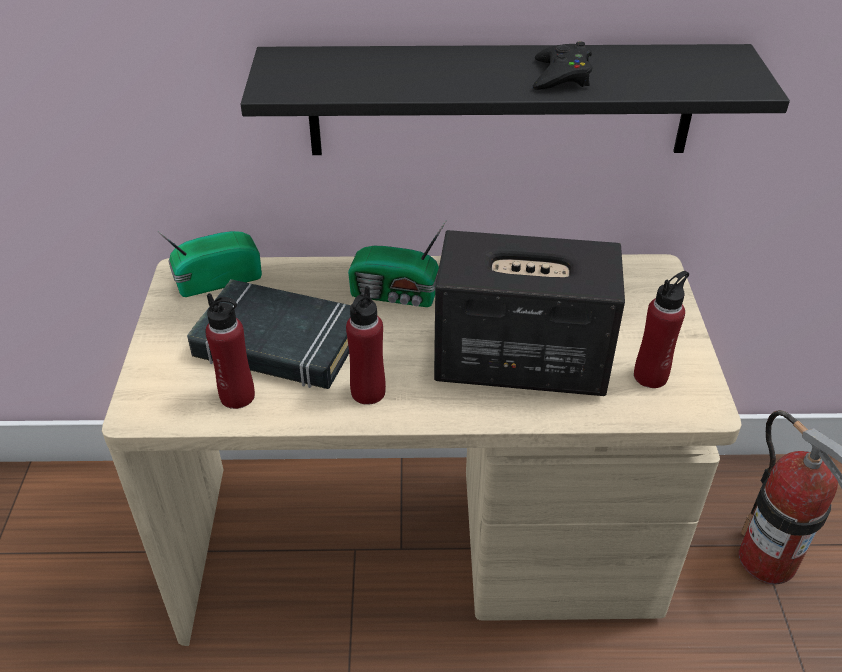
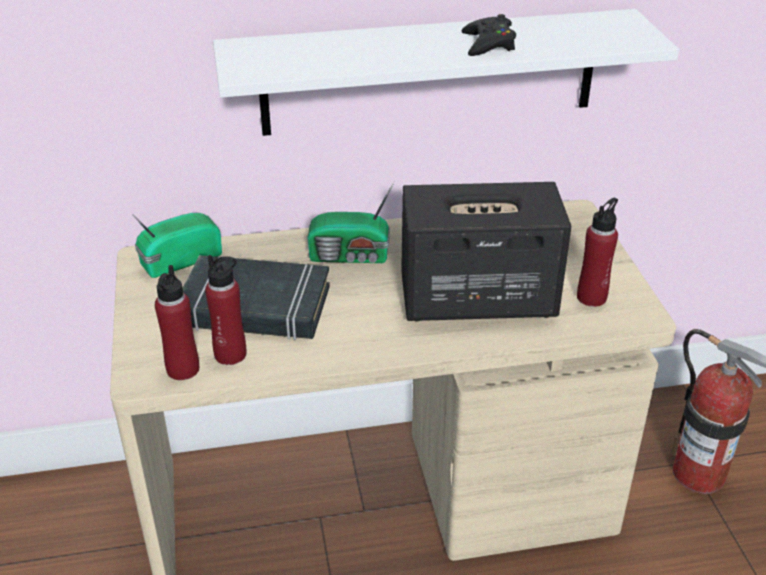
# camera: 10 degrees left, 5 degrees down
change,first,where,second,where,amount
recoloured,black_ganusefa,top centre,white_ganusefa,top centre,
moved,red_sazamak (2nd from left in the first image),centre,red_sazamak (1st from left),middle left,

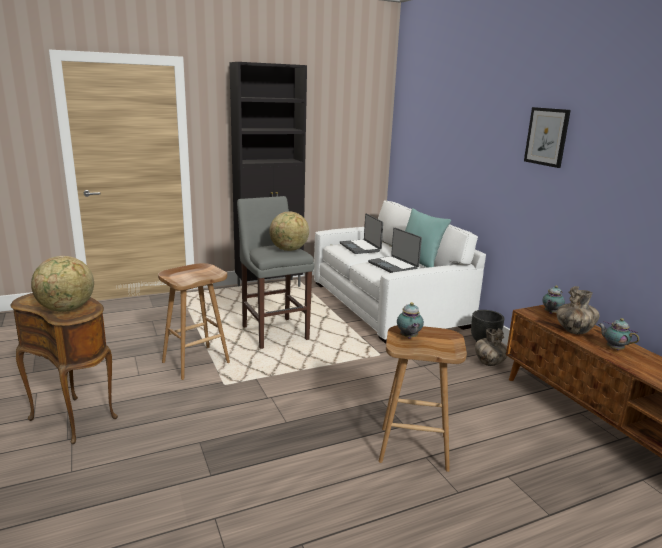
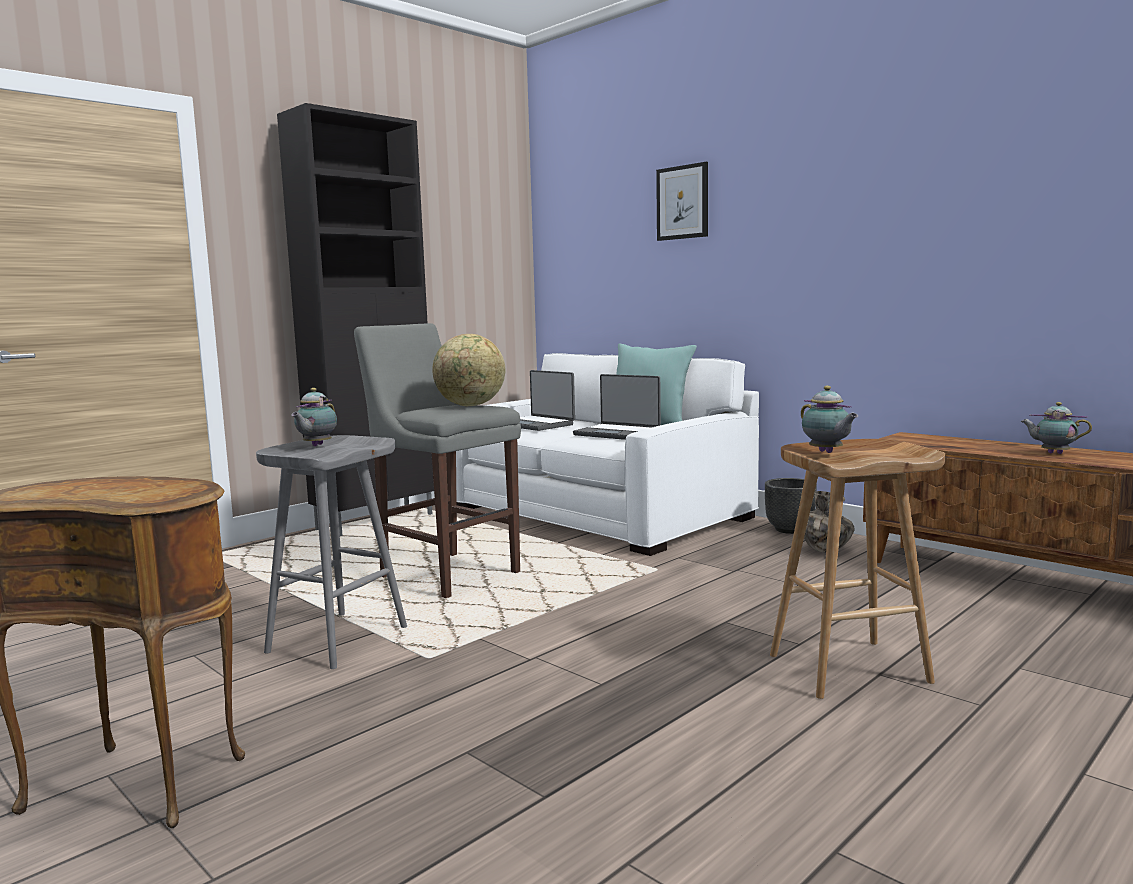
# camera: 20 degrees left, 10 degrees down
change,first,where,second,where,amount
moved,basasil,top right,,top centre,
removed,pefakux (1st from left),middle left,,,
recoloured,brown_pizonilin (1st from left),middle left,grey_pizonilin (1st from left),middle left,
moved,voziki (2nd from left in the first image),middle right,voziki (1st from left),middle left,
removed,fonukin (2nd from left),middle right,,,

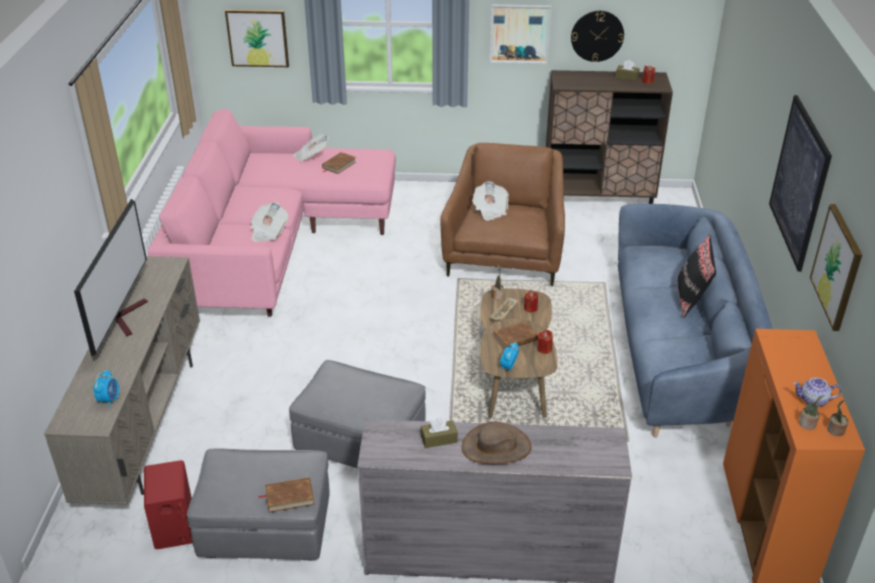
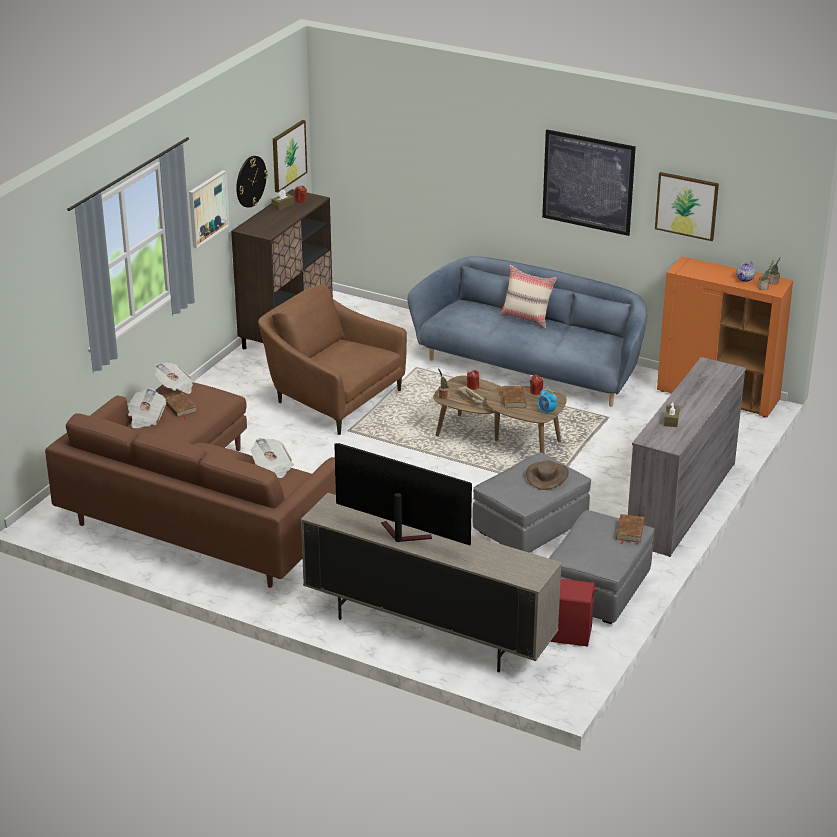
# camera: 65 degrees left, 5 degrees down
change,first,where,second,where,amount
moved,basasil (1st from left in the first image),top left,basasil (2nd from left),top centre,
recoloured,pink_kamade,middle left,brown_kamade,middle left,
moved,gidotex (3rd from left in the first image),centre,gidotex (2nd from left),middle left,
recoloured,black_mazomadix,middle right,beige_mazomadix,centre,
removed,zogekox (1st from left),bottom left,,,
moved,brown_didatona,bottom centre,,centre,

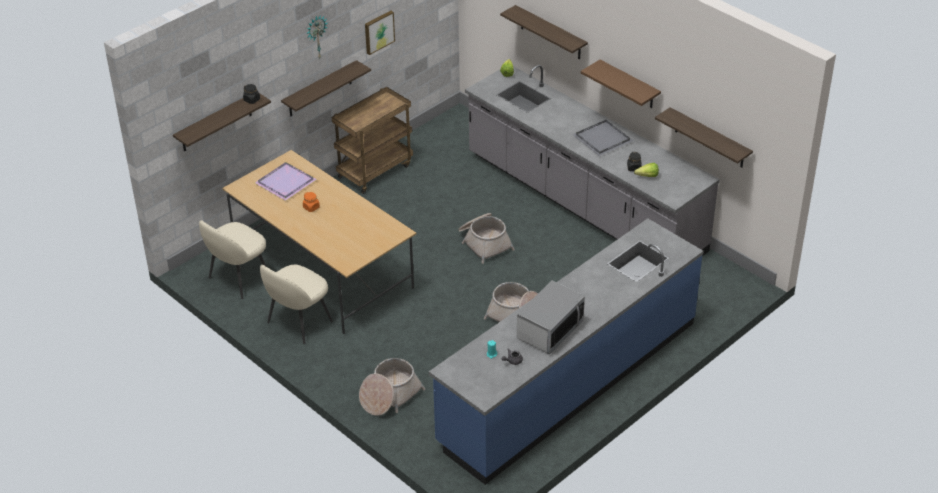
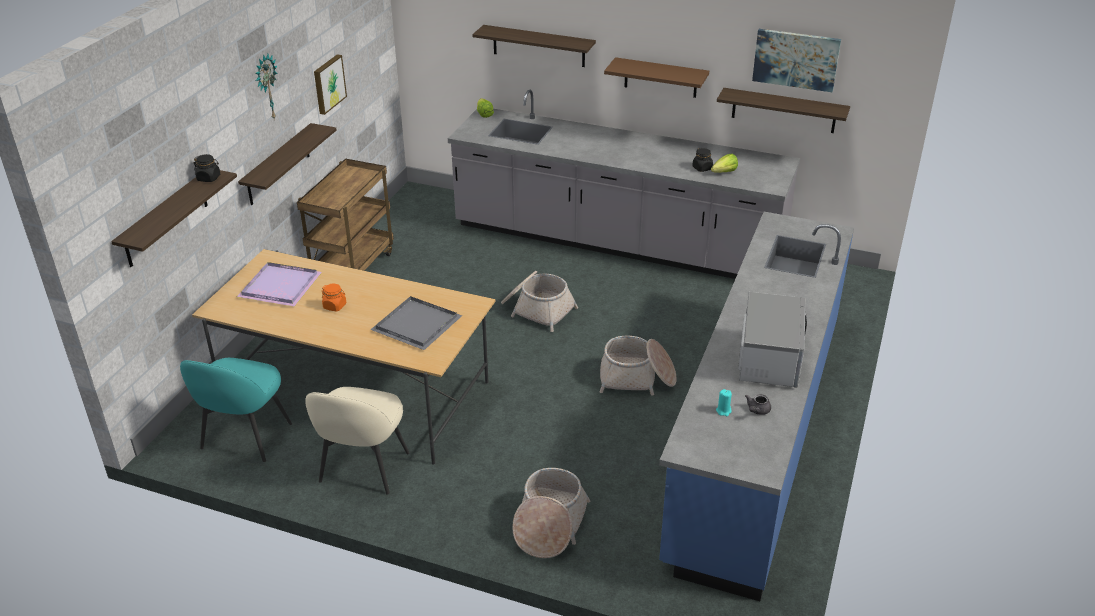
# camera: 25 degrees left, 5 degrees down
change,first,where,second,where,amount
moved,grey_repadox,top centre,,centre,
recoloured,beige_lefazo (1st from left),middle left,turquoise_lefazo,middle left,
added,,,basasil (2nd from left),top right,

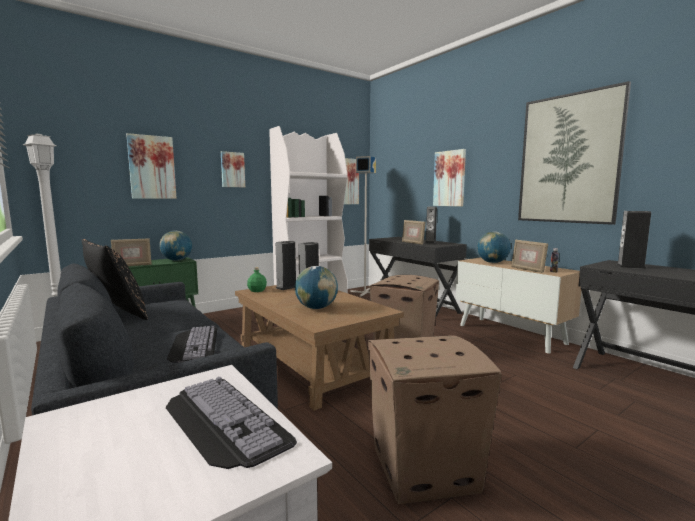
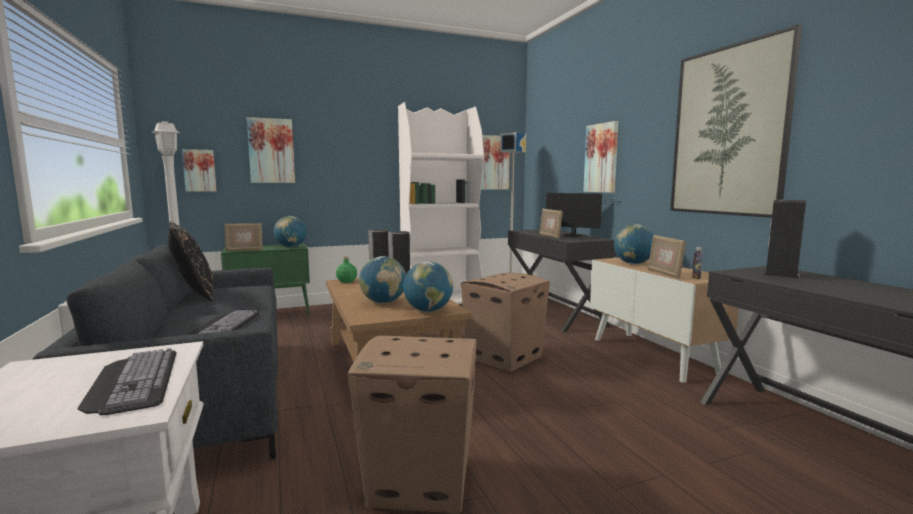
# camera: 15 degrees right, 0 degrees up
change,first,where,second,where,amount
moved,basasil (2nd from left in the first image),top centre,basasil (1st from left),top left,
replaced,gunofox (3rd from left),centre,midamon,centre,
added,,,pefakux (3rd from left),centre,

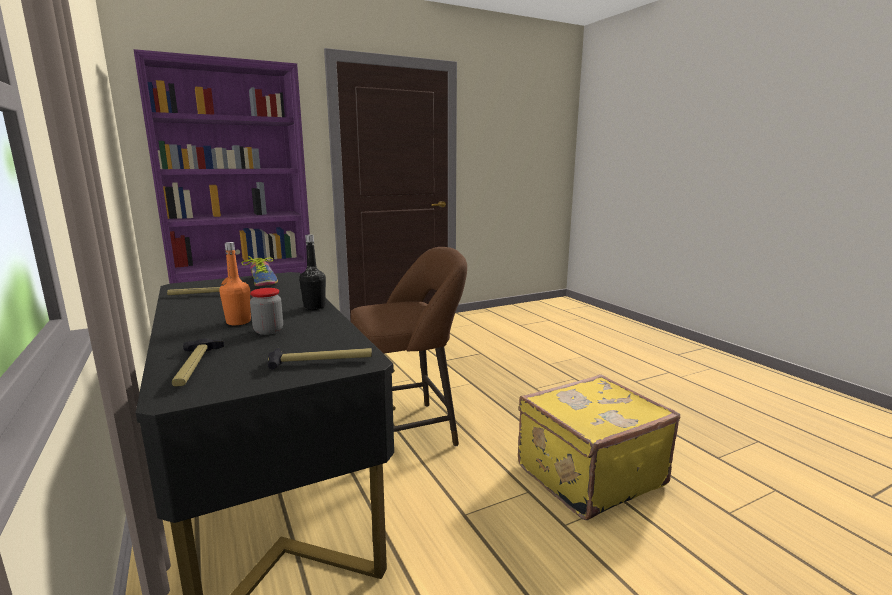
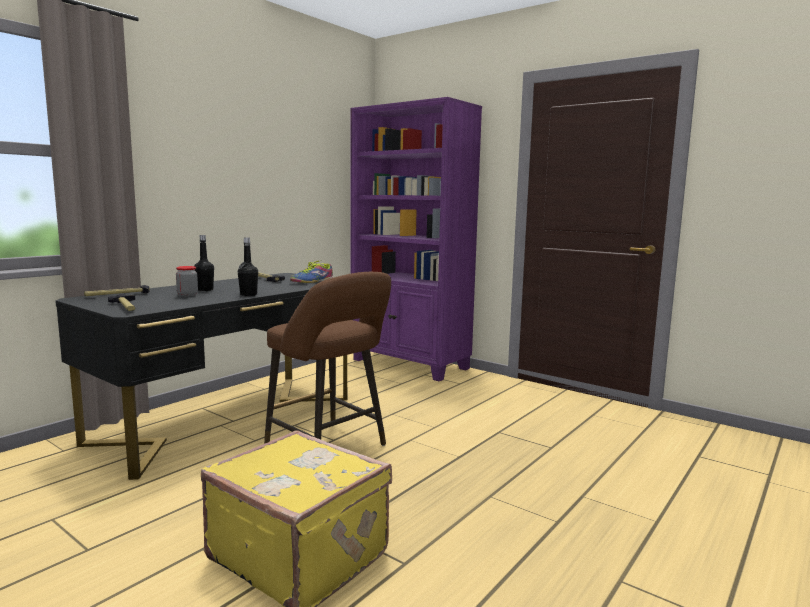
# camera: 65 degrees right, 5 degrees down
change,first,where,second,where,amount
recoloured,orange_sazamak,middle left,black_sazamak (1st from left),middle left,

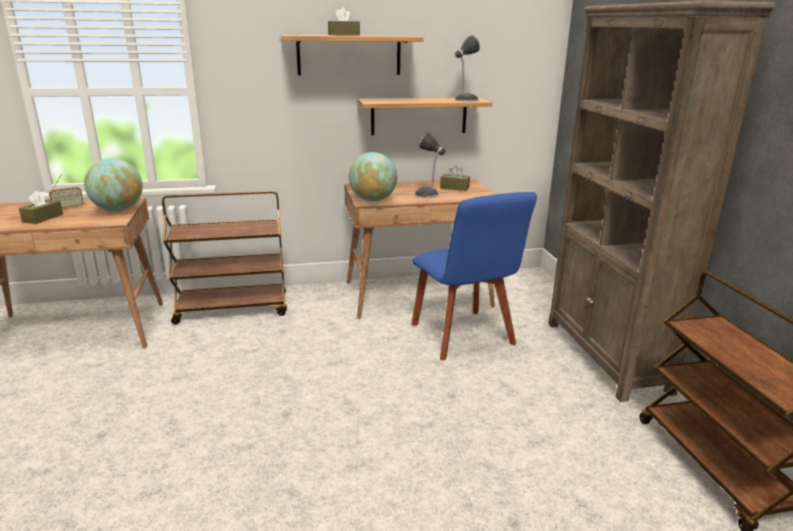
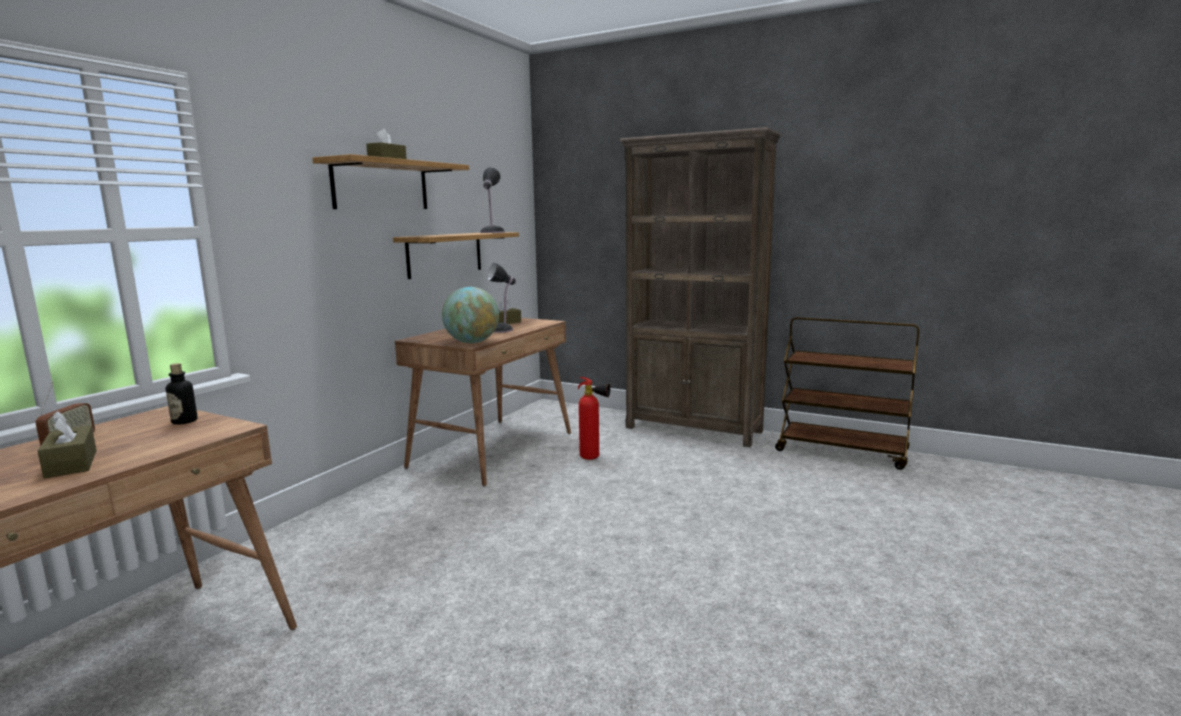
# camera: 50 degrees left, 10 degrees down
change,first,where,second,where,amount
replaced,pefakux (1st from left),middle left,sazamak,middle left,
removed,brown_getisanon (1st from left),middle left,,,
replaced,blue_lefazo,centre,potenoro,centre,

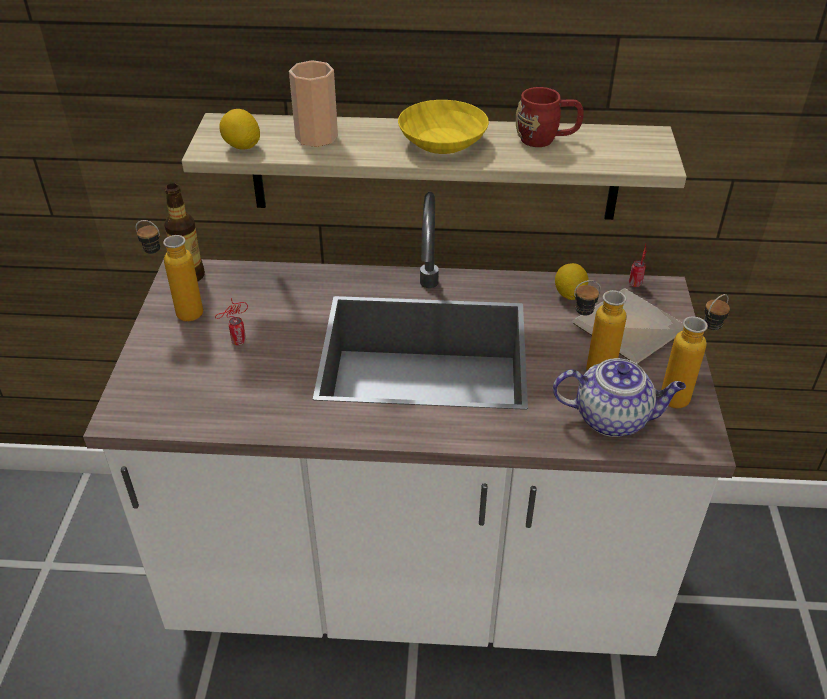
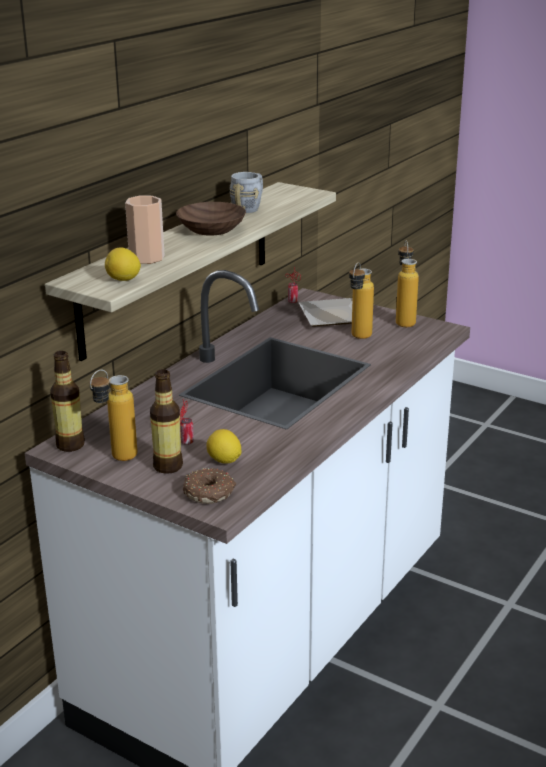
# camera: 60 degrees left, 15 degrees down
change,first,where,second,where,amount
recoloured,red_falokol,top centre,grey_falokol,top centre,
recoloured,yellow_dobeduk,top centre,brown_dobeduk,top centre,
moved,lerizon (2nd from left),middle right,,centre,
removed,voziki,middle right,,,
added,,,sazamak (3rd from left),middle left,
added,,,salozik,centre,

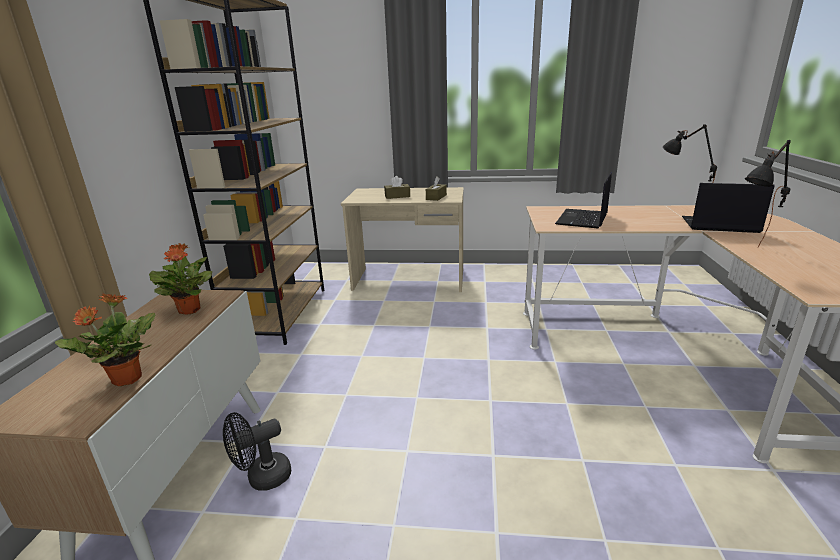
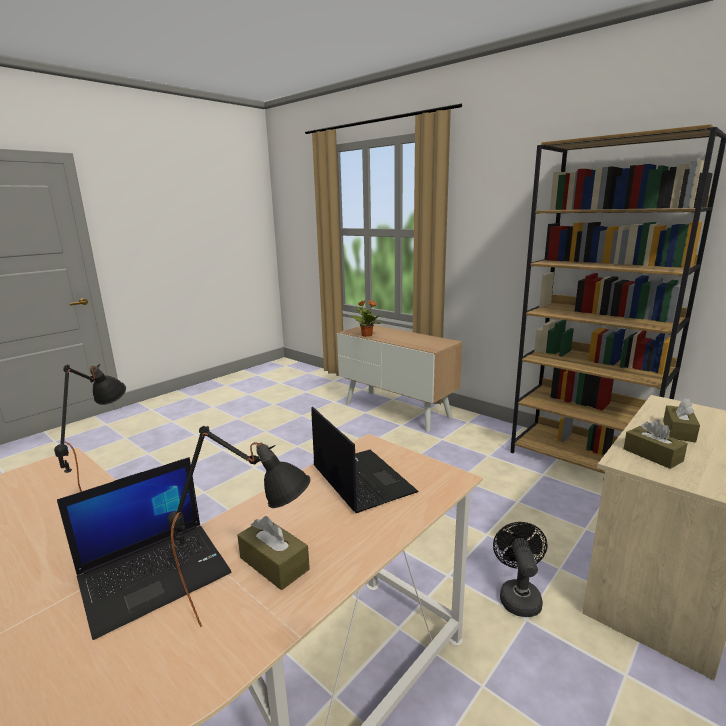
# camera: 125 degrees right, 5 degrees down
change,first,where,second,where,amount
removed,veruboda (2nd from left),middle left,,,
moved,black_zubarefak,bottom left,,bottom right,
added,,,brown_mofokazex (1st from left),bottom centre,

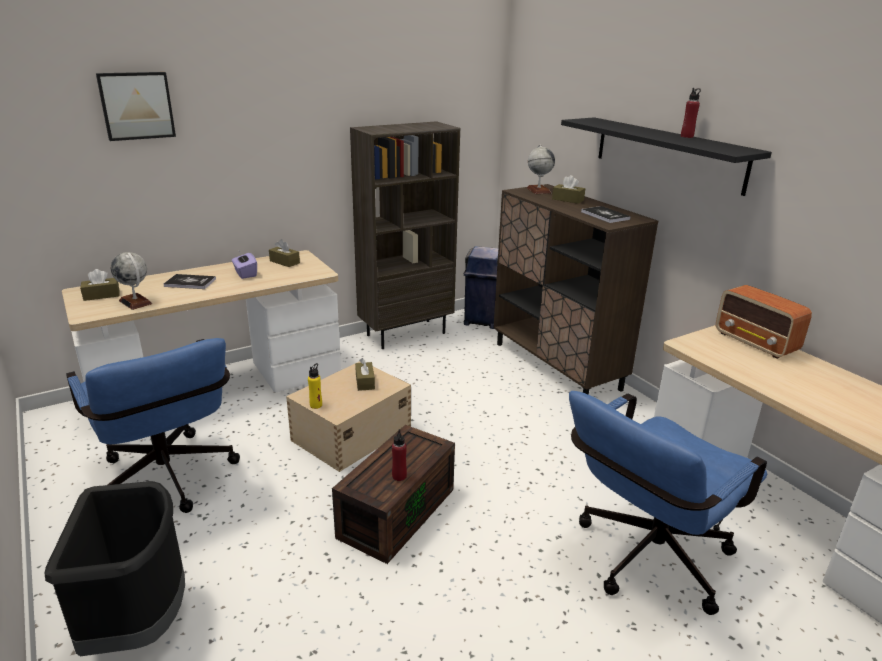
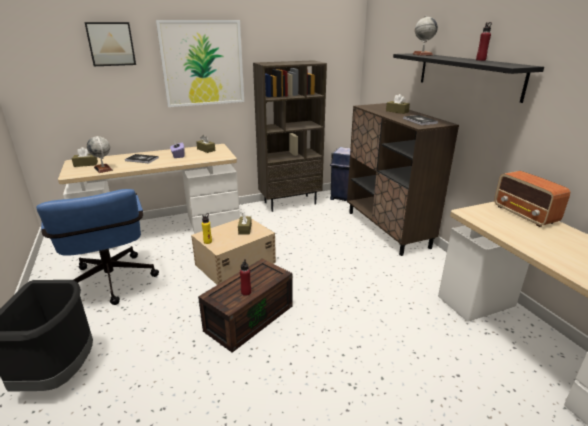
# camera: 10 degrees right, 0 degrees up
change,first,where,second,where,amount
moved,pefakux (2nd from left),top centre,,top right,
removed,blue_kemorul (2nd from left),bottom right,,,
added,,,basasil (2nd from left),top centre,

